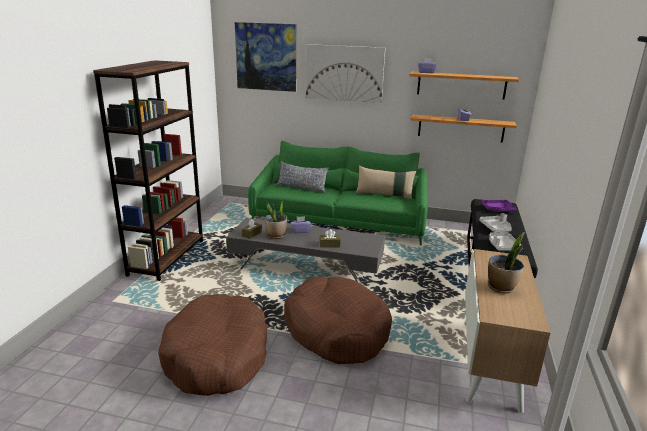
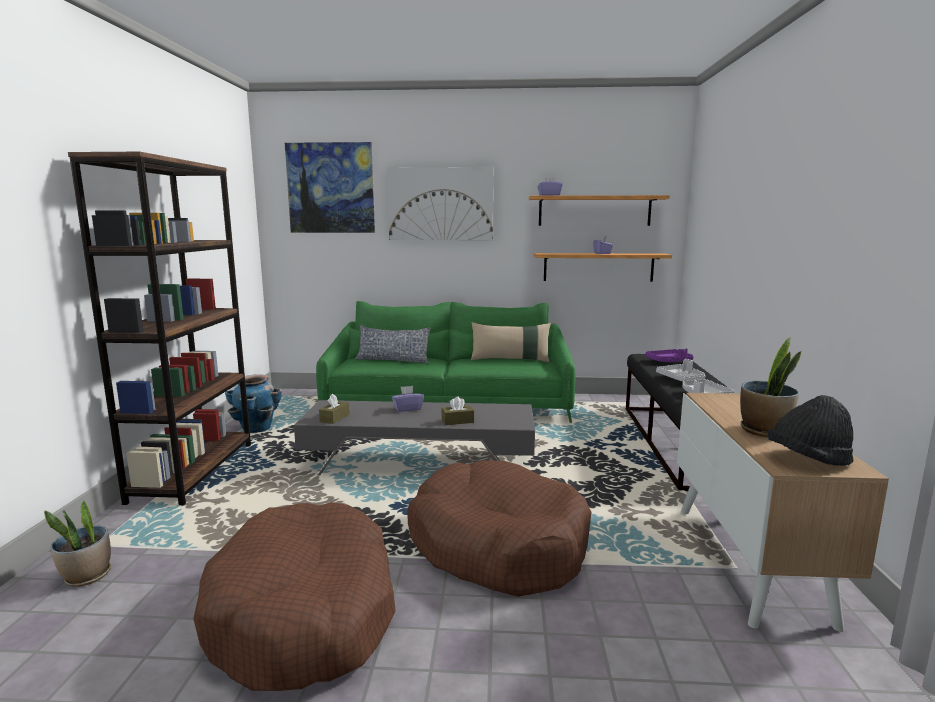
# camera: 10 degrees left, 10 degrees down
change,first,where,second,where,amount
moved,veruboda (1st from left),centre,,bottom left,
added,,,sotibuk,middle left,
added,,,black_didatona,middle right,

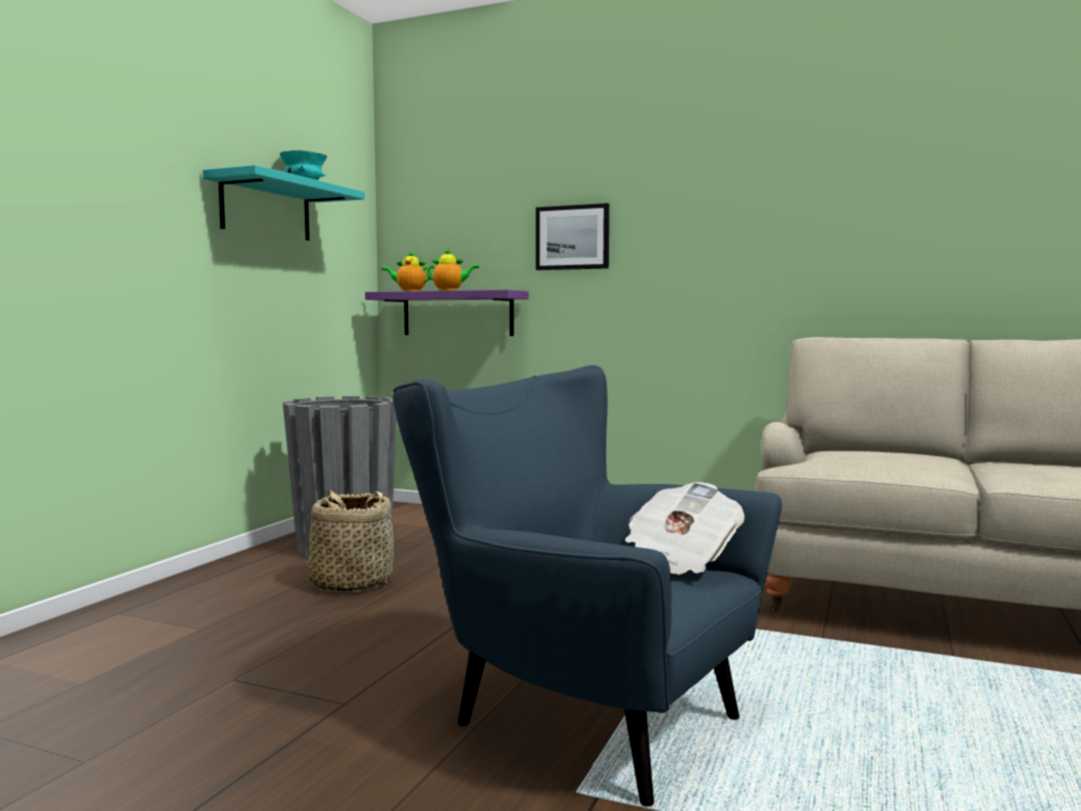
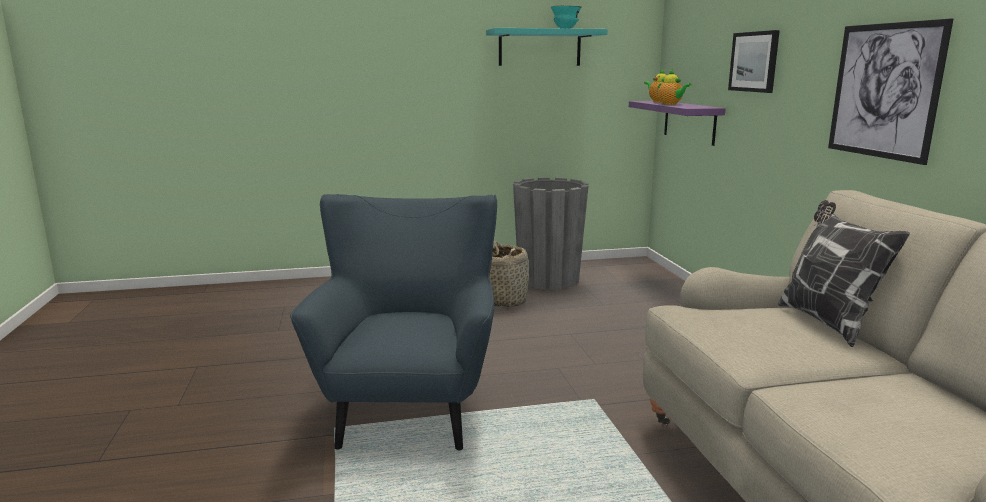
# camera: 55 degrees right, 10 degrees up
change,first,where,second,where,amount
removed,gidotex,centre,,,
added,,,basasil (2nd from left),top right,
added,,,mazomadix,middle right,

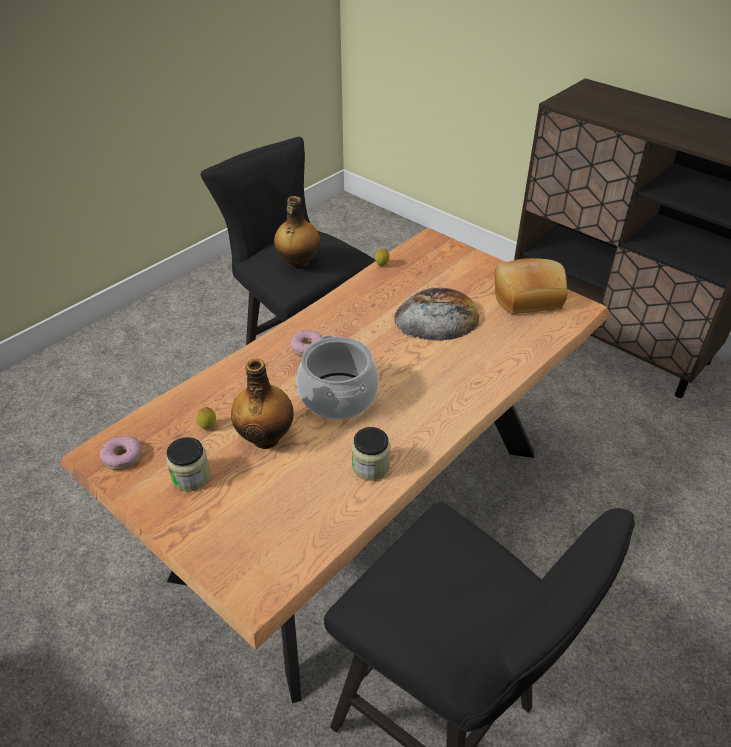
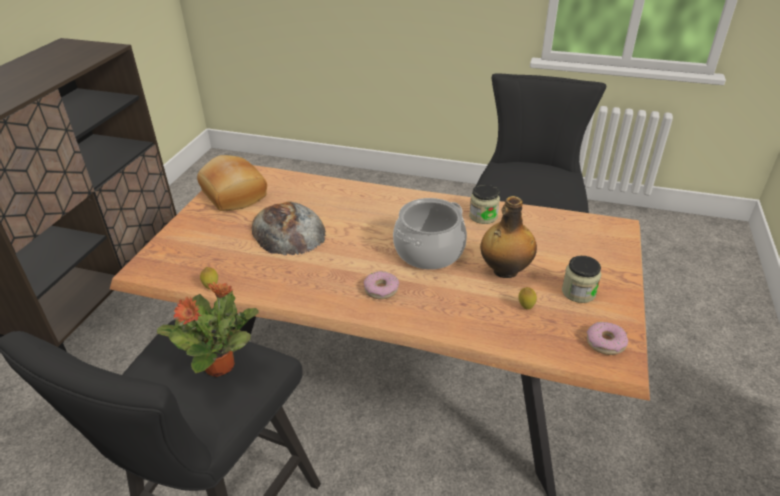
# camera: 115 degrees left, 5 degrees down
change,first,where,second,where,amount
replaced,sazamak (2nd from left),top centre,veruboda,middle left,

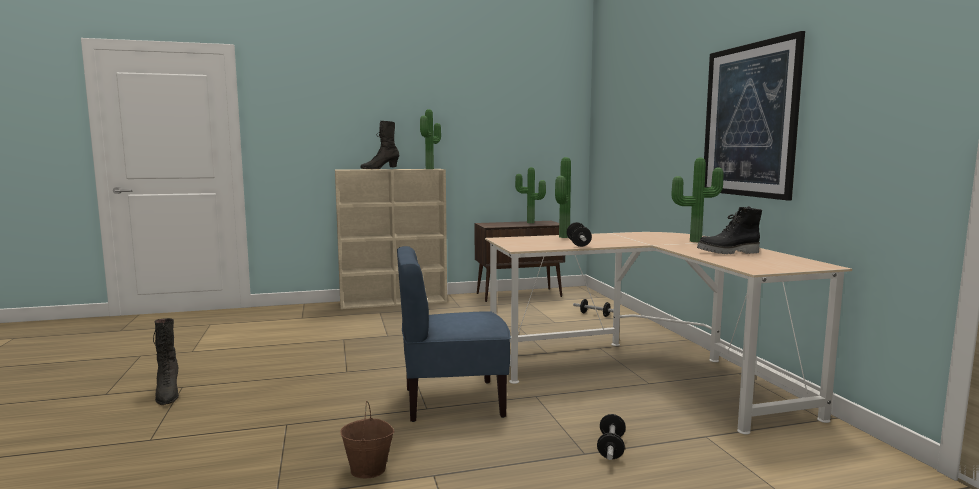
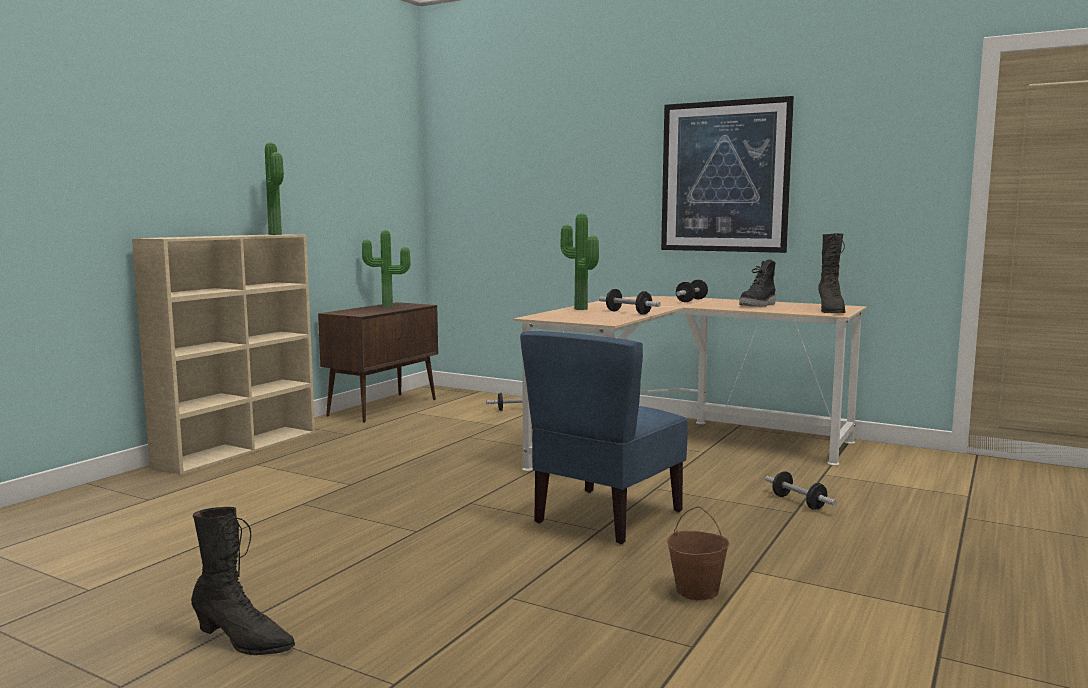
# camera: 45 degrees left, 0 degrees up
change,first,where,second,where,amount
moved,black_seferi (2nd from left in the first image),top centre,black_seferi (3rd from left),middle right,
replaced,veruboda (4th from left),middle right,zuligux (3rd from left),centre,

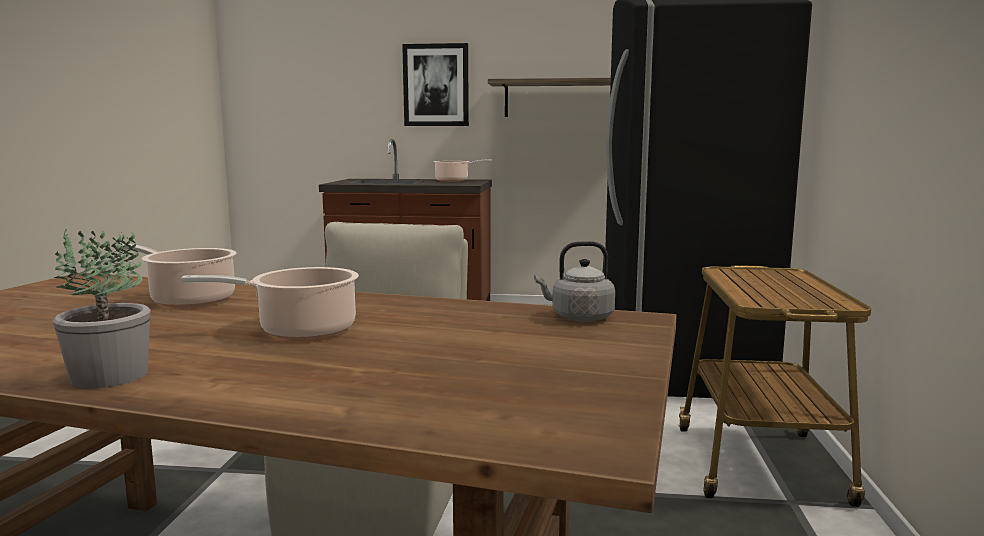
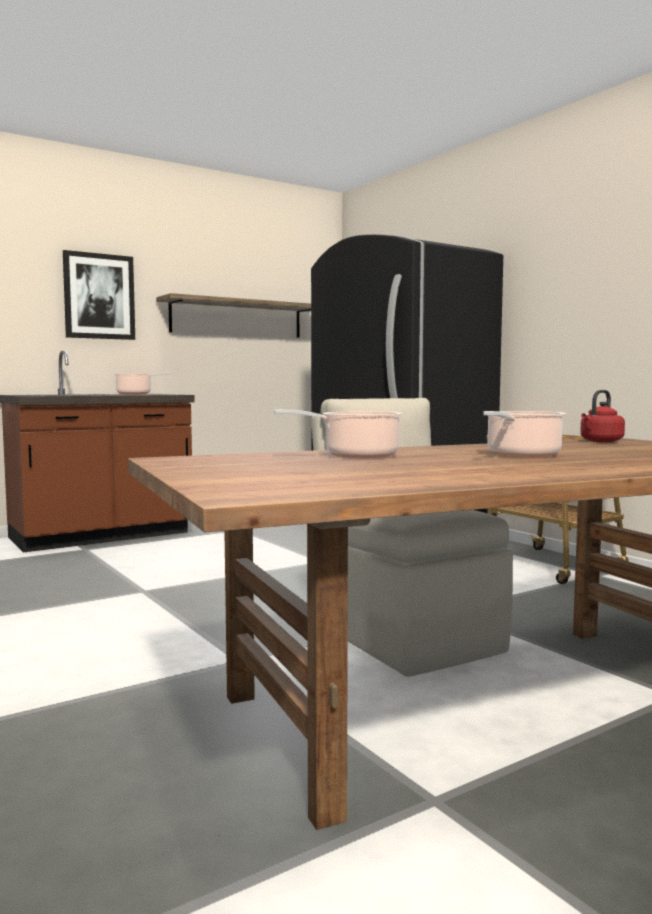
# camera: 40 degrees left, 5 degrees down
change,first,where,second,where,amount
removed,veruboda,middle left,,,
recoloured,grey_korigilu,centre,red_korigilu,middle right,

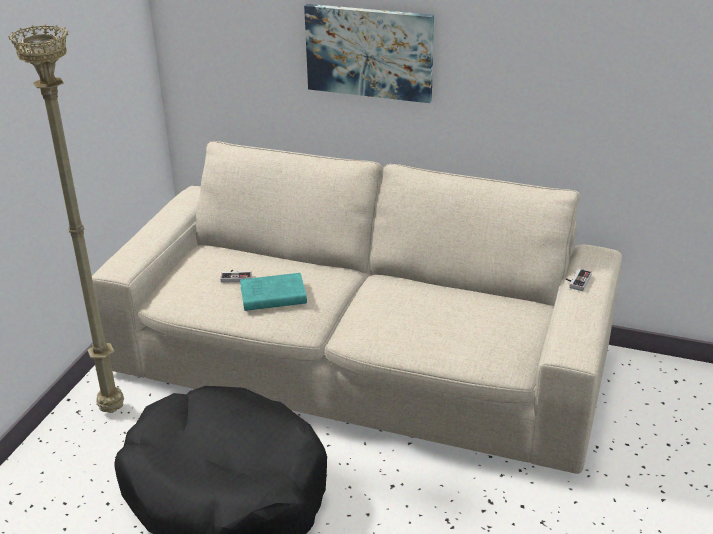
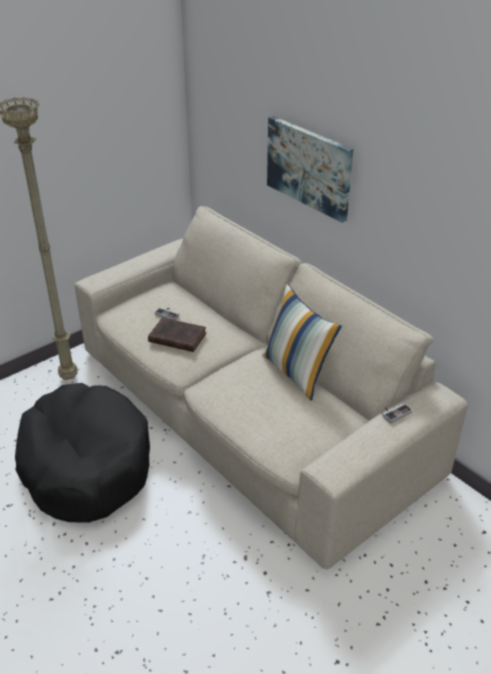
# camera: 30 degrees right, 5 degrees up
change,first,where,second,where,amount
recoloured,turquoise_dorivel,centre,brown_dorivel,centre,
added,,,mazomadix,centre,

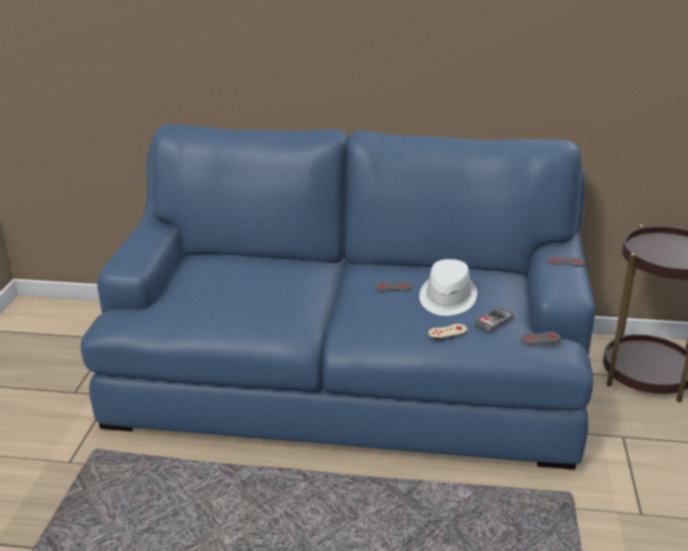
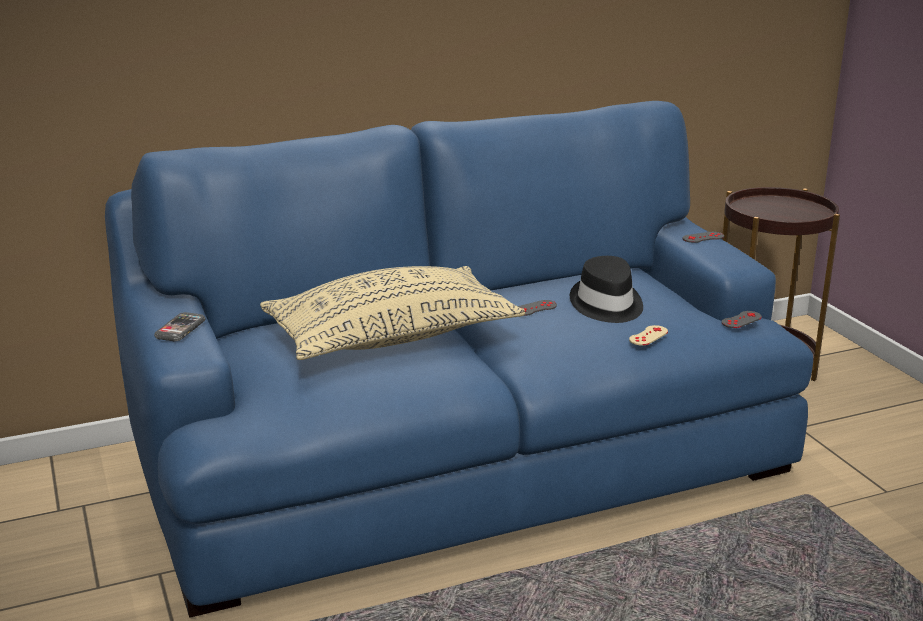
# camera: 30 degrees left, 5 degrees down
change,first,where,second,where,amount
recoloured,white_didatona,centre,black_didatona,centre,
moved,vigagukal,middle right,,middle left,
added,,,beige_mazomadix,centre,

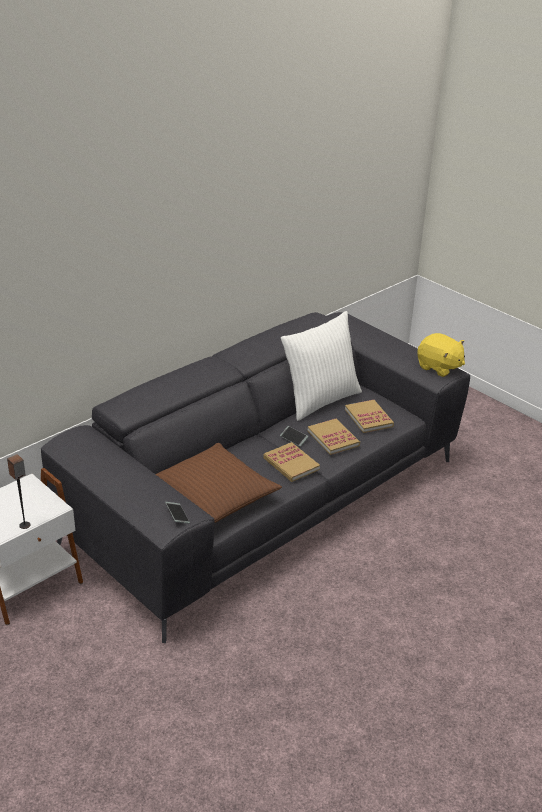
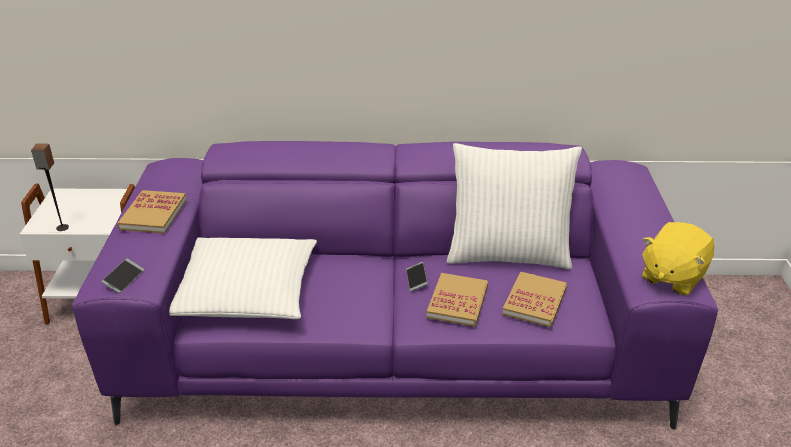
# camera: 45 degrees right, 0 degrees up
change,first,where,second,where,amount
recoloured,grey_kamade,centre,purple_kamade,centre,
turned,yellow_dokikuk,middle right,,middle right,45 degrees clockwise
moved,dorivel (1st from left),centre,,middle left,
recoloured,brown_mazomadix,centre,white_mazomadix (1st from left),middle left,

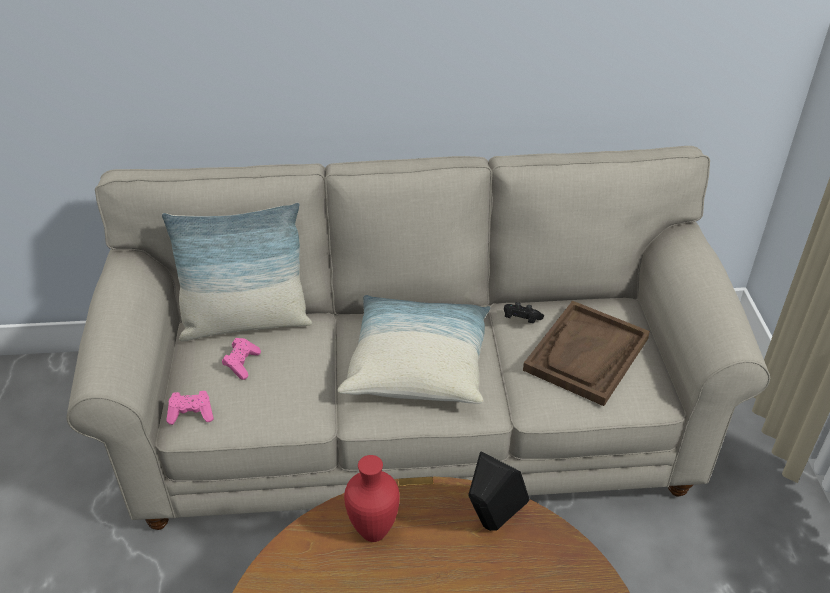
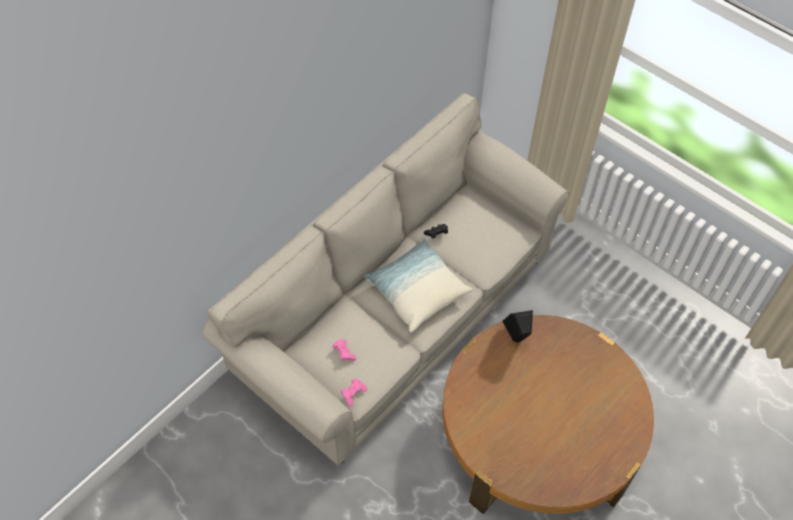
# camera: 45 degrees left, 15 degrees up
change,first,where,second,where,amount
removed,mazomadix (1st from left),middle left,,,
removed,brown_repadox,middle right,,,
removed,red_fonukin,bottom centre,,,

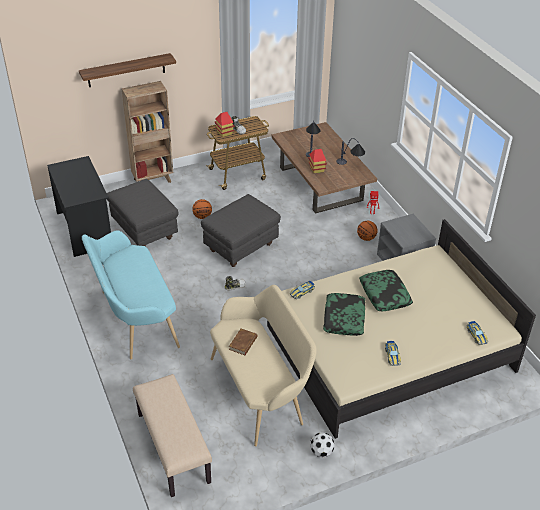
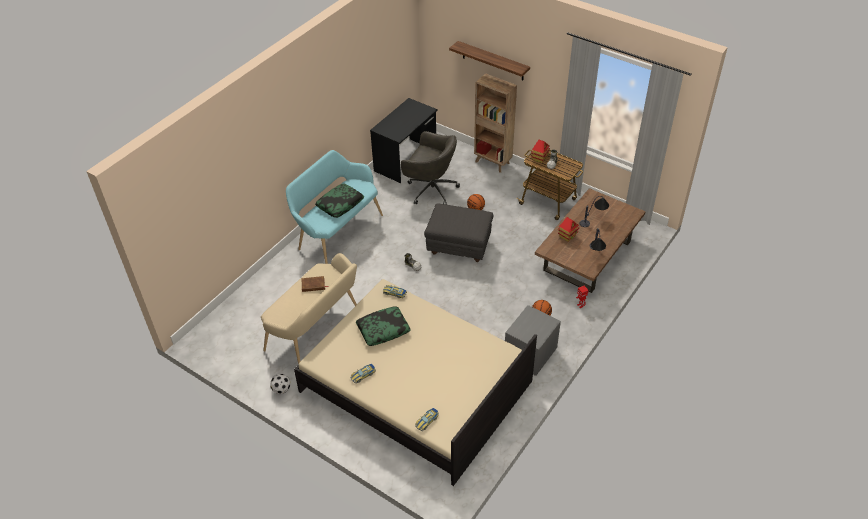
# camera: 60 degrees right, 5 degrees up
change,first,where,second,where,amount
replaced,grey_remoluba (1st from left),middle left,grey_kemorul,top centre,
moved,mazomadix (2nd from left in the first image),middle right,mazomadix (1st from left),centre,
removed,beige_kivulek (1st from left),bottom left,,,

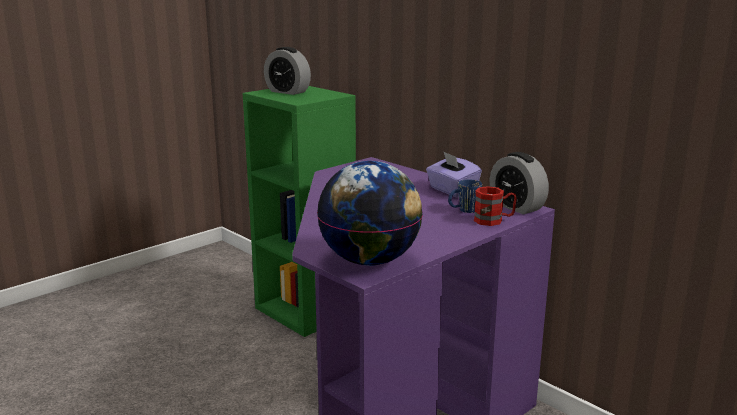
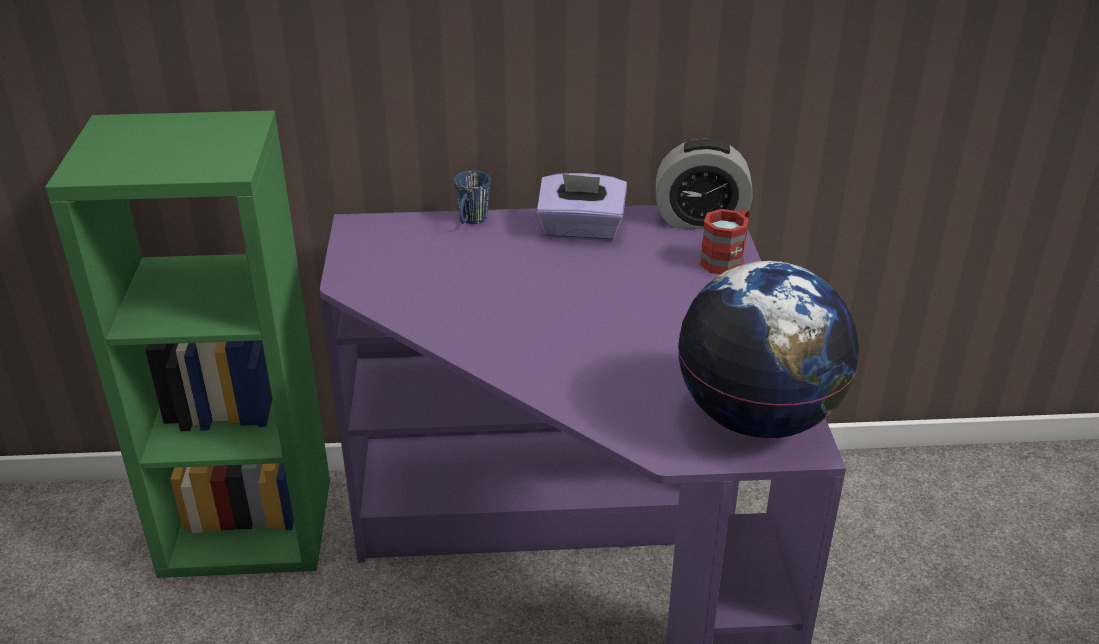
# camera: 50 degrees left, 15 degrees up
change,first,where,second,where,amount
removed,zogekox (1st from left),top centre,,,
moved,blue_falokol,centre,,top centre,

